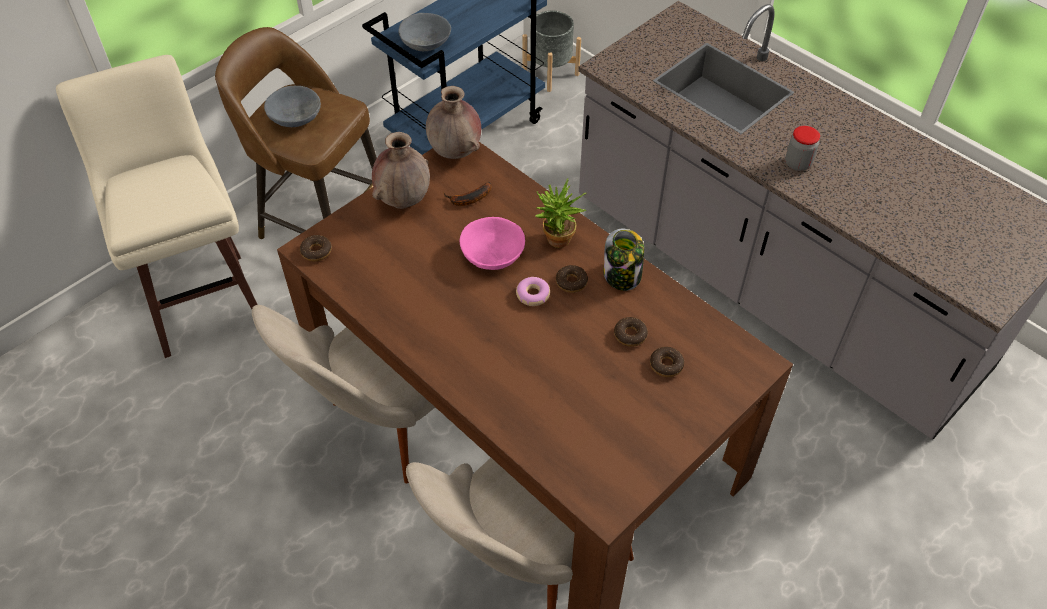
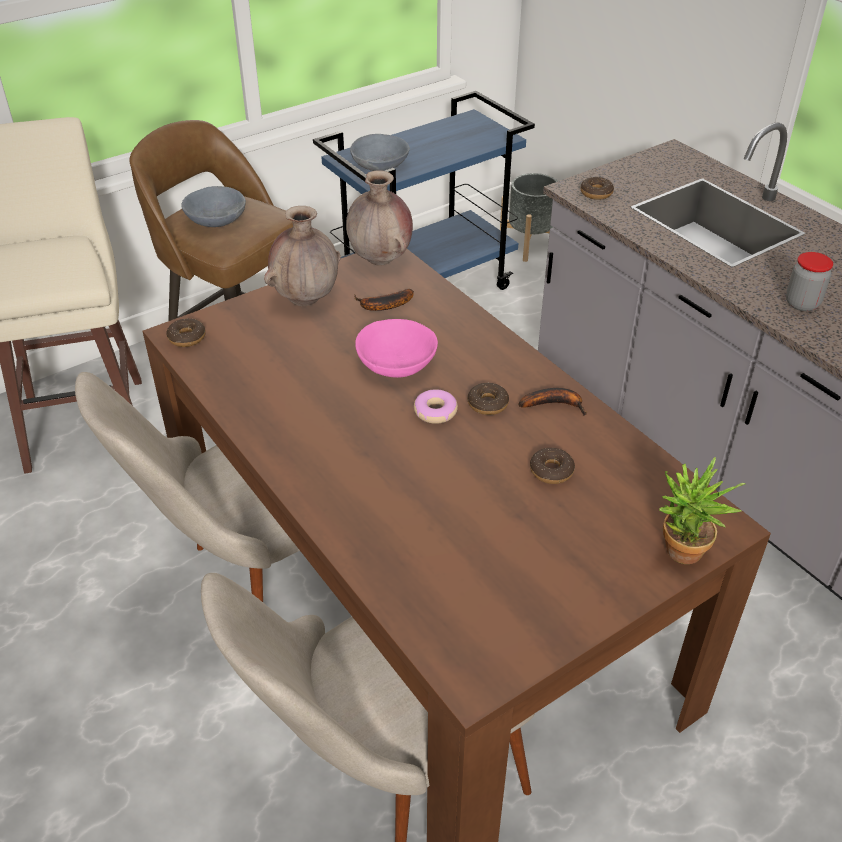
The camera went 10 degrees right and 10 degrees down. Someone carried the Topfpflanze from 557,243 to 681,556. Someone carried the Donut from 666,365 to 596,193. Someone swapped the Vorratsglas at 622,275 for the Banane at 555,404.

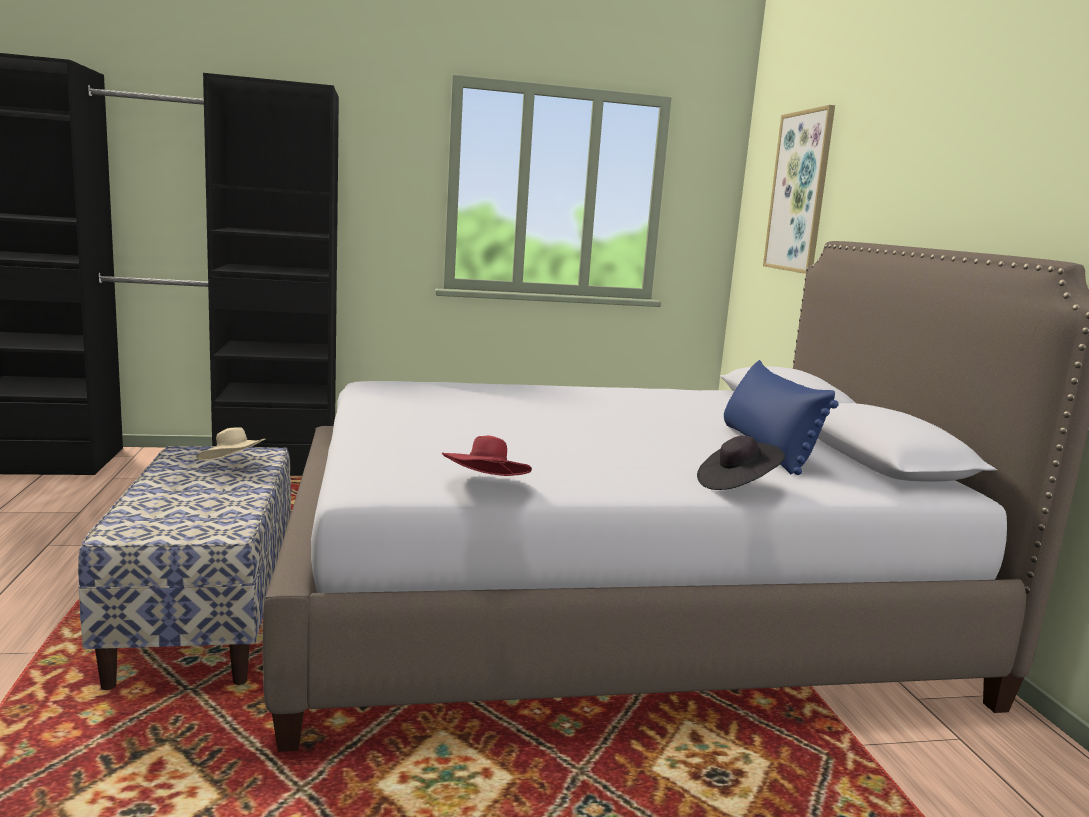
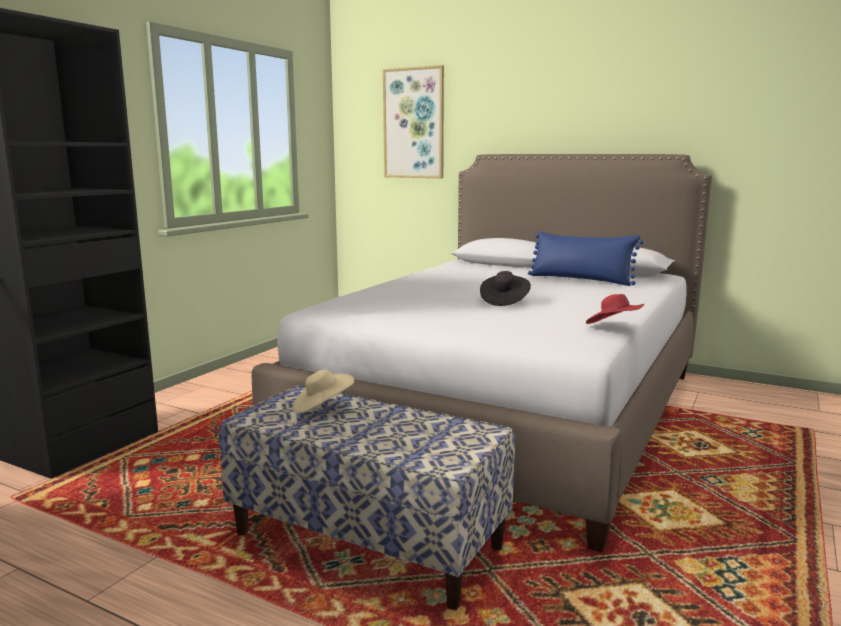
The camera went 50 degrees left and 0 degrees up. Someone carried the Hut (schwarz) from 737,485 to 504,301.

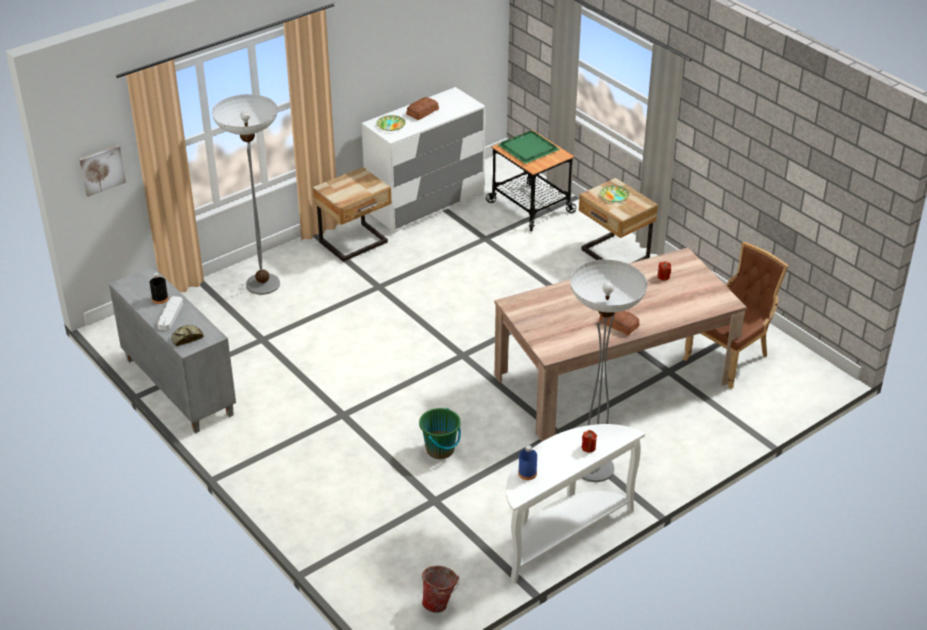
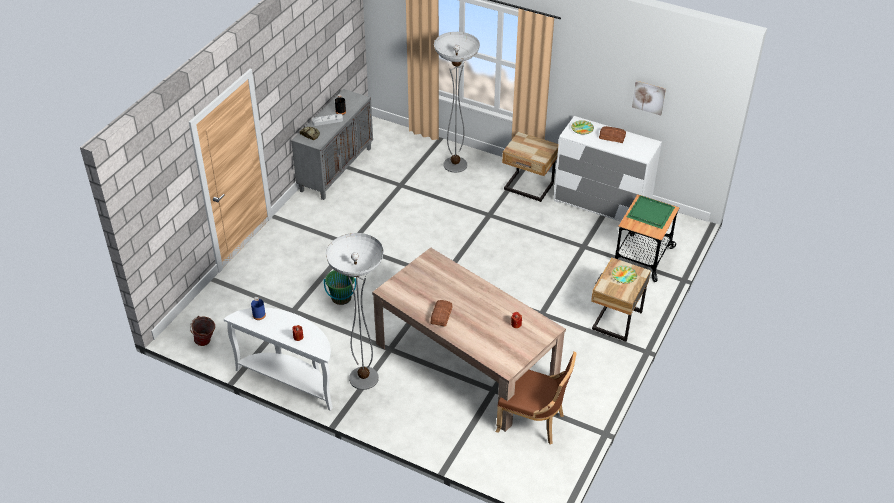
The camera went 65 degrees right and 5 degrees up. Someone carried the Bild from 102,170 to 649,97.

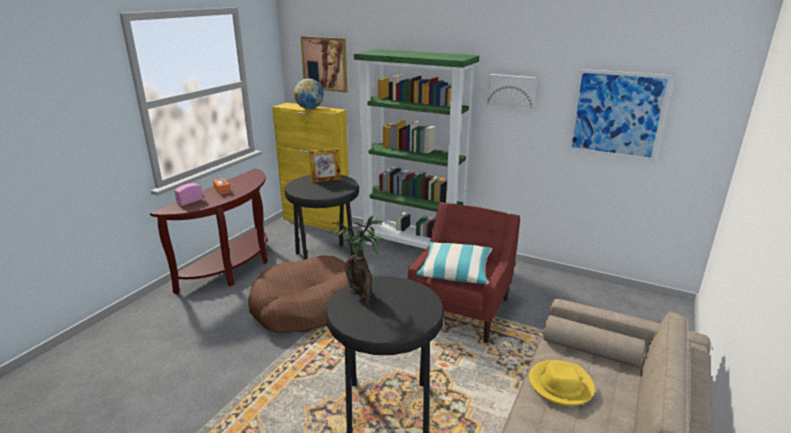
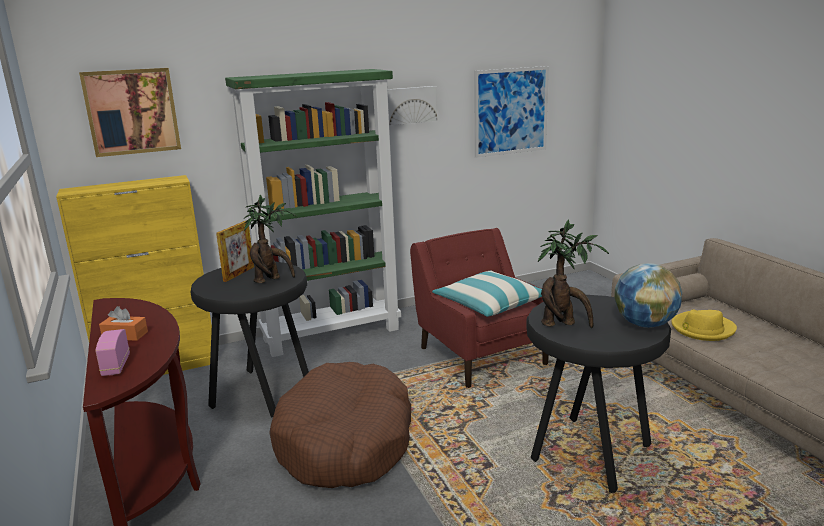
The camera went 50 degrees left and 5 degrees down. Someone put down the Topfpflanze at 271,280. Someone carried the Globus from 310,108 to 644,324.

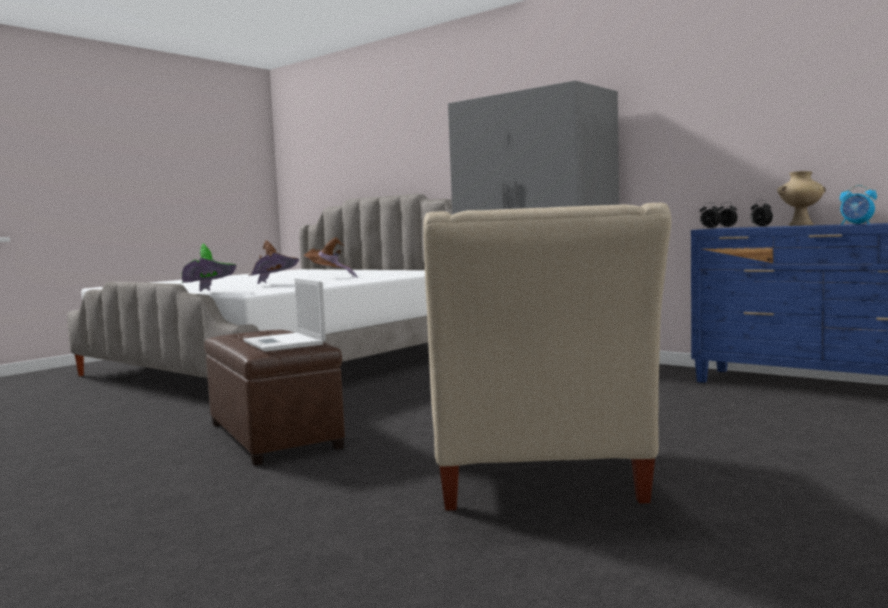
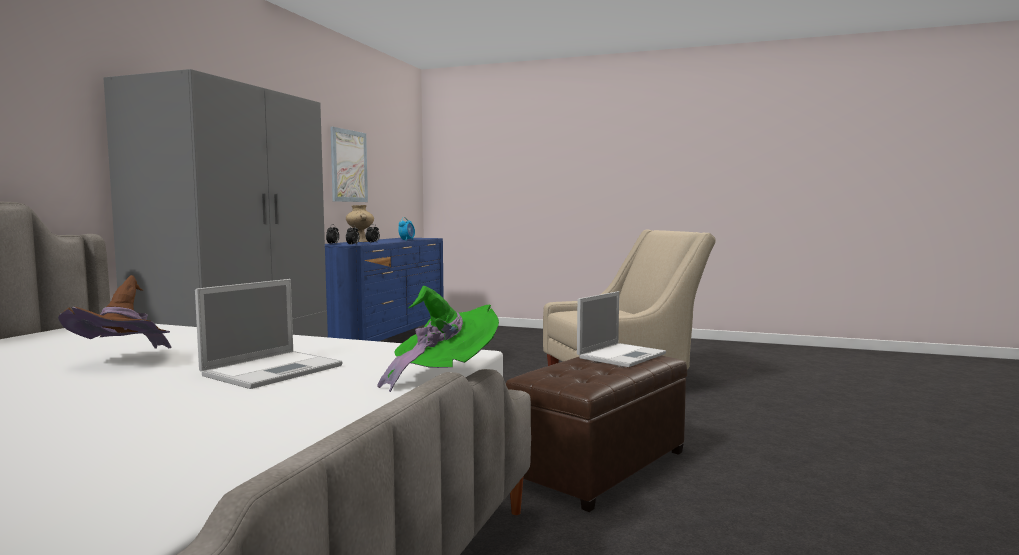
The camera went 110 degrees left and 0 degrees up. Someone put up the Bild at 348,166. Someone swapped the Hut (braun) at 273,285 for the Laptop at 274,370.

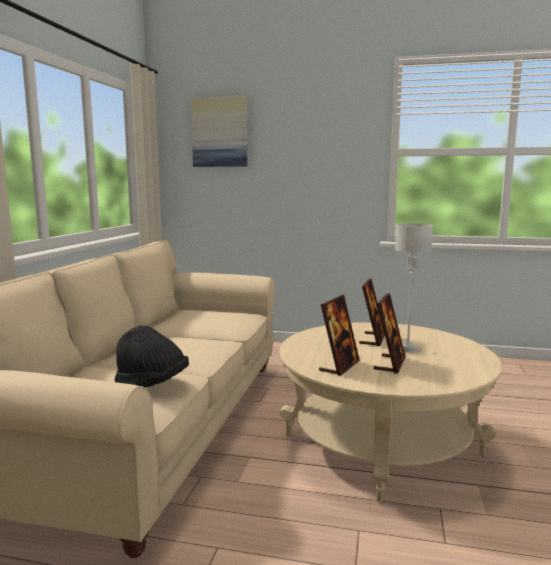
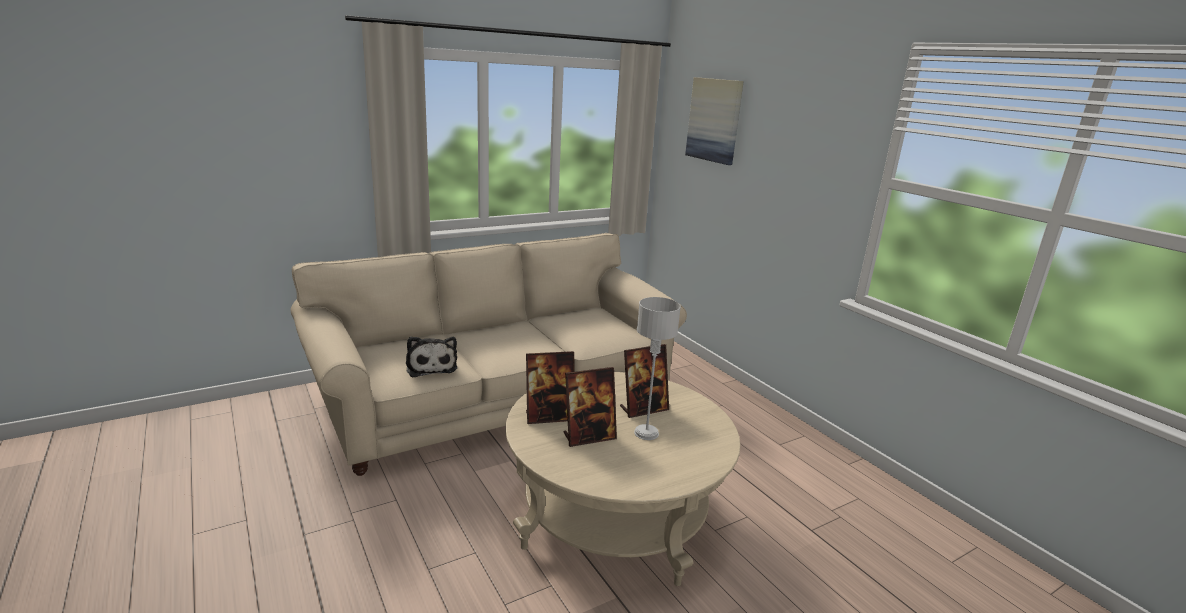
The camera went 45 degrees right and 10 degrees up. Someone swapped the Hut (schwarz) at 152,384 for the Plüschtier at 431,366.

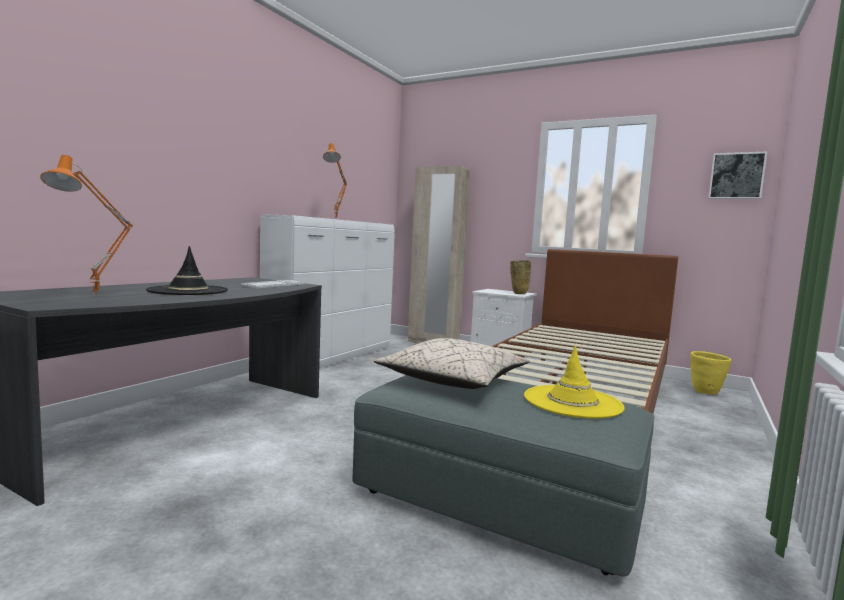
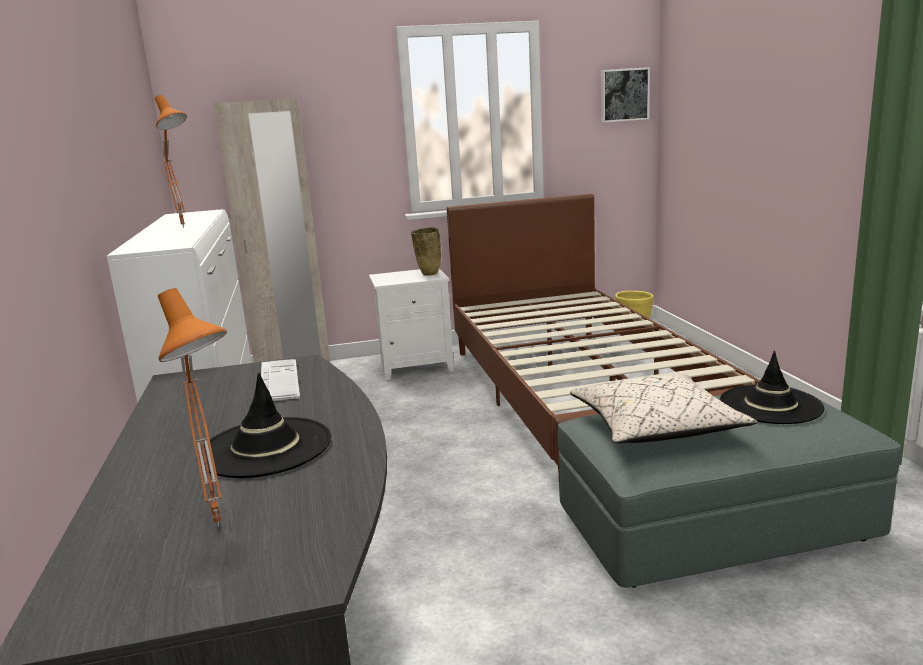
The camera went 40 degrees left and 10 degrees up. Someone repainted the Hut (gelb) at 572,402, which became the Hut (schwarz) at 770,405.

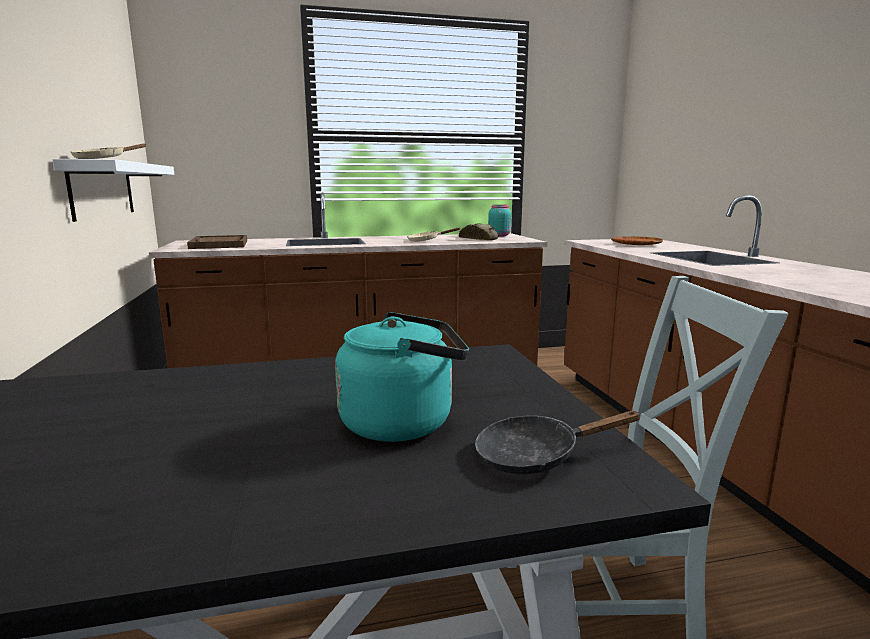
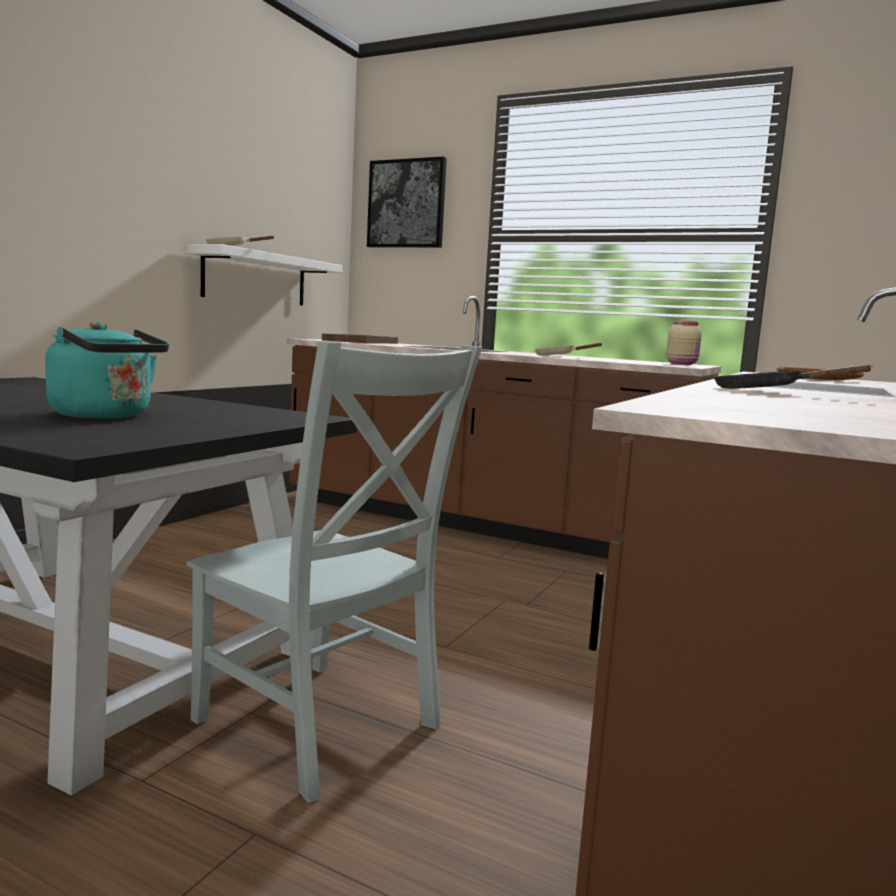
The camera went 40 degrees right and 5 degrees down. Someone took away the Brot at 479,239. Someone put up the Bild at 407,204. Someone carried the Pfanne (schwarz) from 536,456 to 765,391. Someone repainted the Vorratsglas (türkis) at 499,235, which became the Vorratsglas (beige) at 682,364.

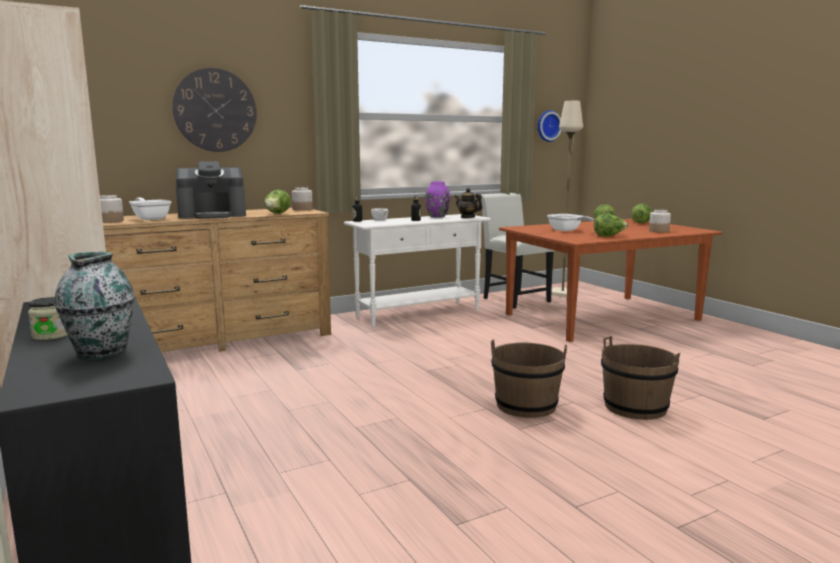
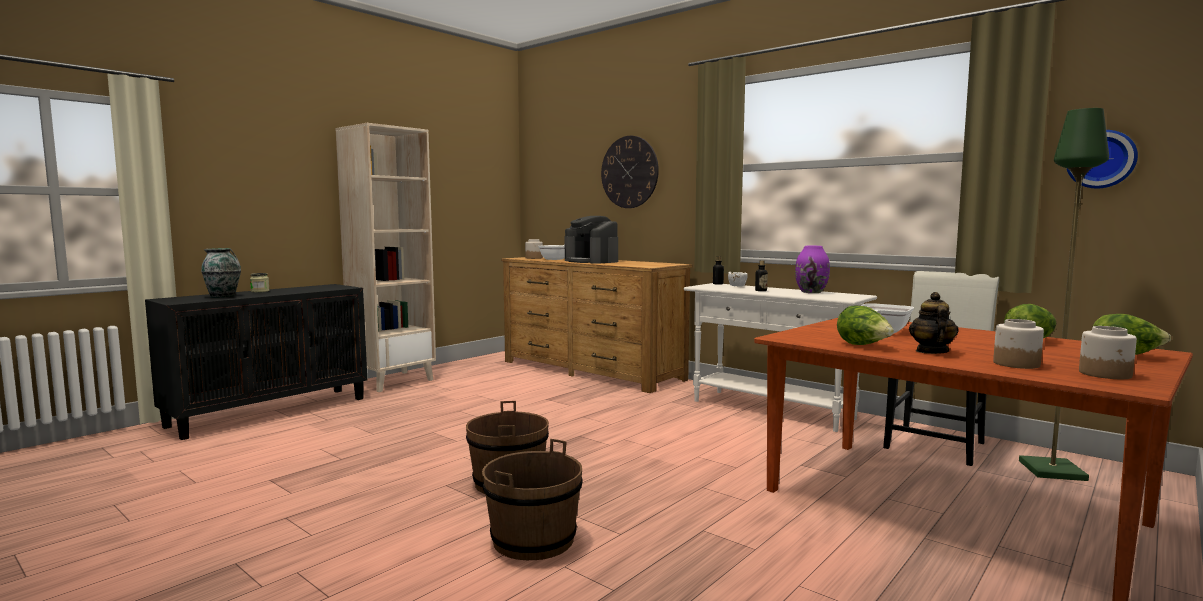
The camera went 70 degrees right and 5 degrees down. Someone took away the Salatkopf at 277,214. Someone carried the Vorratsglas from 303,209 to 1105,374. Someone carried the Teekanne from 467,217 to 931,351. Someone repainted the Stehlampe (beige) at 563,293, which became the Stehlampe (grün) at 1053,471.

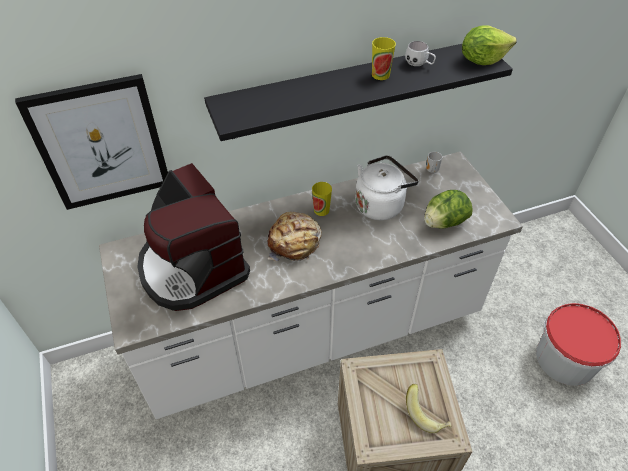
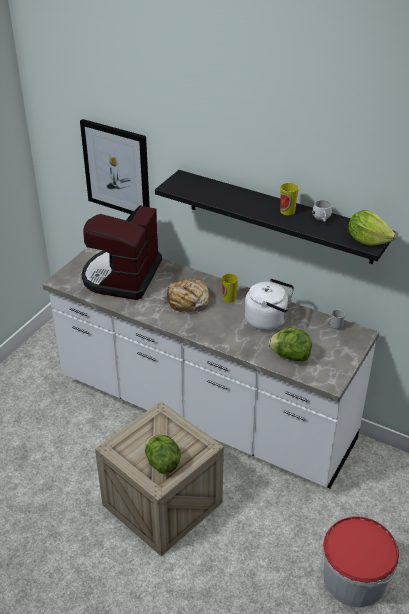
The camera went 50 degrees right and 10 degrees down. Someone swapped the Banane at 426,414 for the Salatkopf at 162,463.

